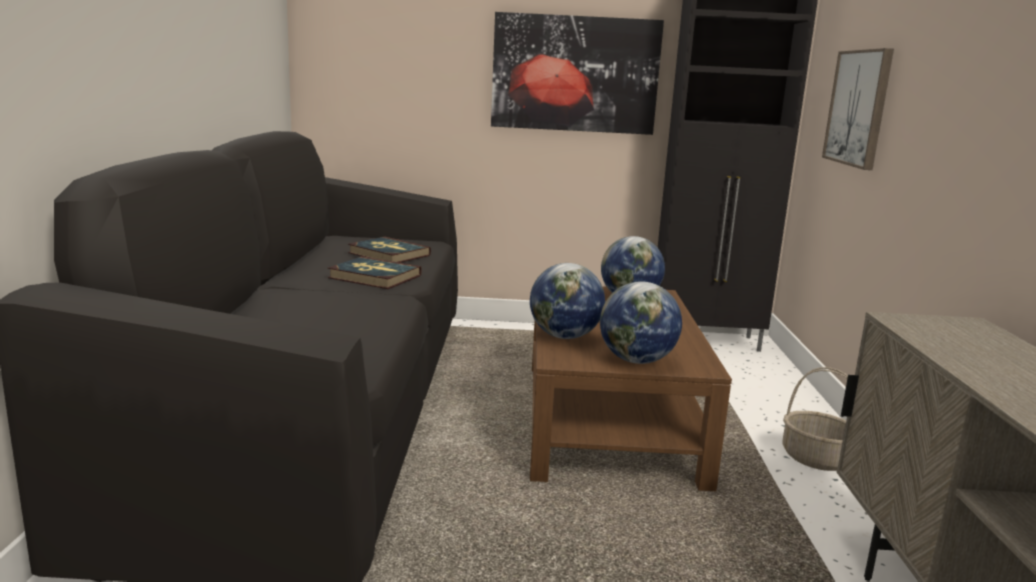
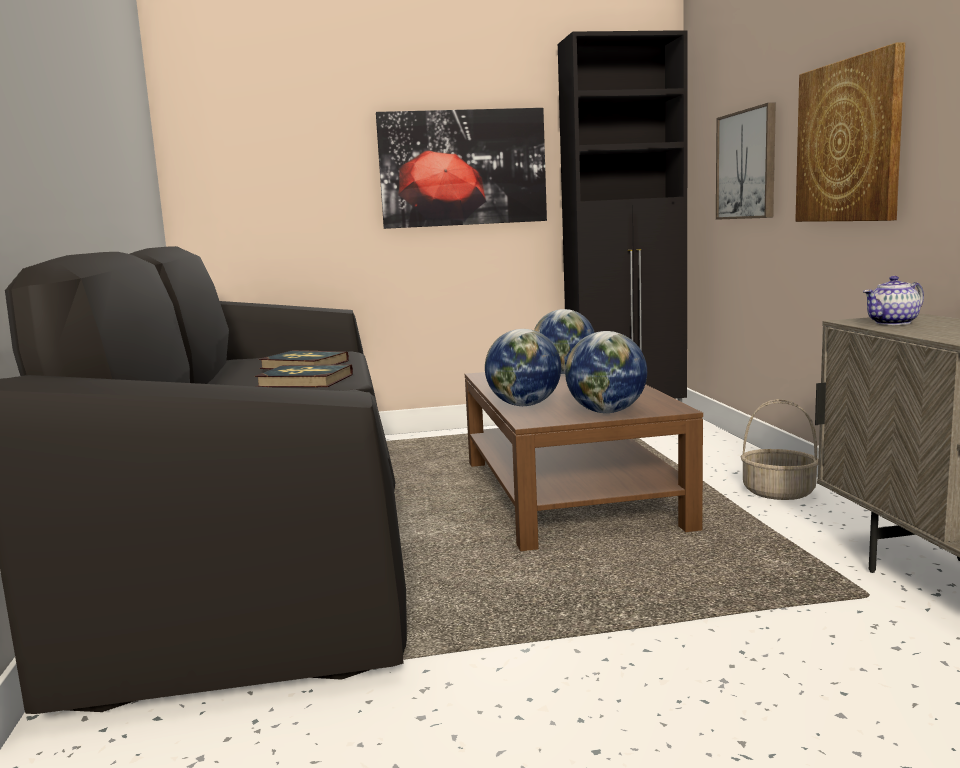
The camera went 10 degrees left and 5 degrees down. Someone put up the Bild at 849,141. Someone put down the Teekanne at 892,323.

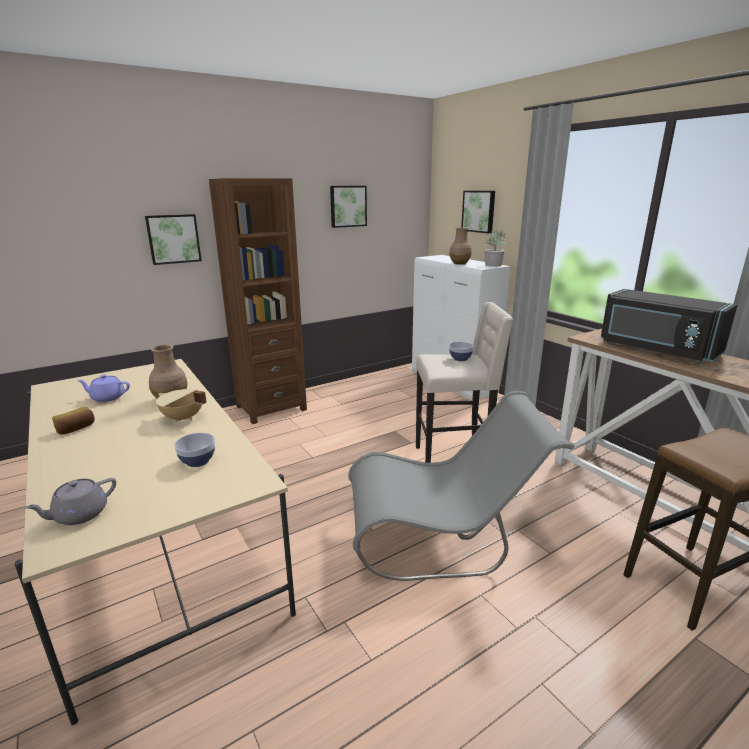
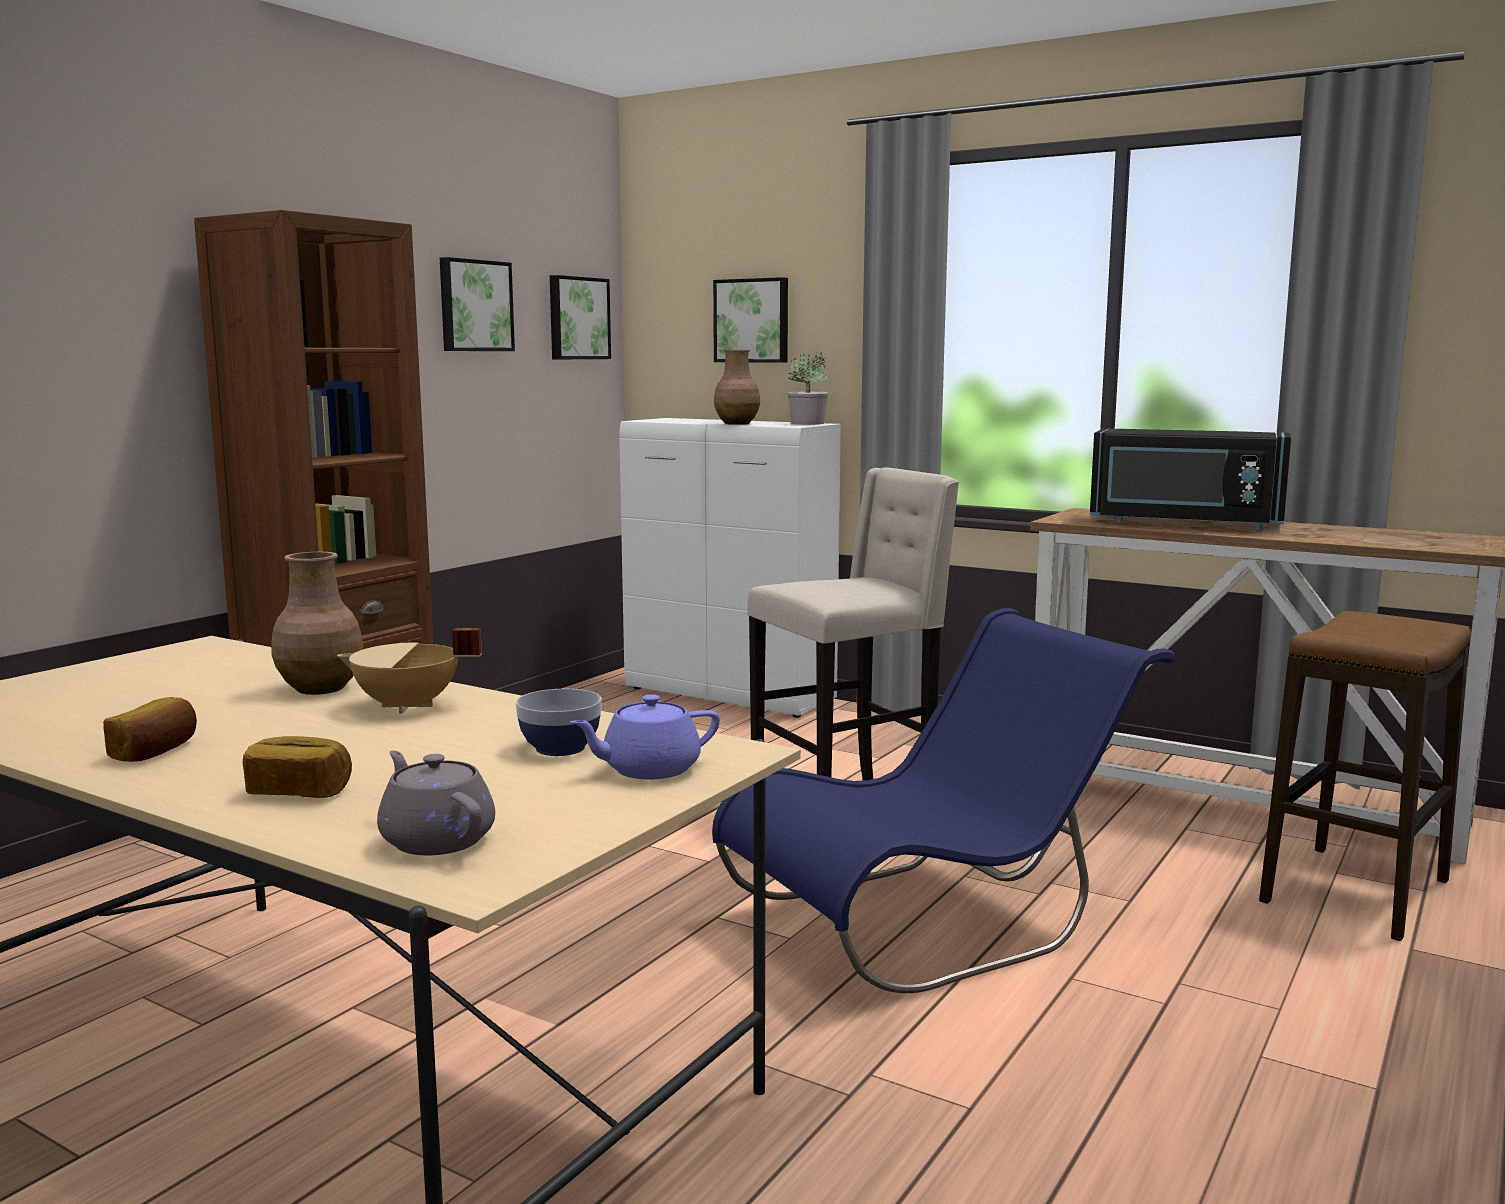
The camera went 25 degrees left and 10 degrees down. Someone took away the Schüssel at 460,359. Someone put down the Brot at 300,791. Someone carried the Teekanne (lila) from 107,398 to 648,770. Someone carried the Bild from 173,239 to 577,318. Someone repainted the Stuhl (grau) at 442,537, which became the Stuhl (blau) at 933,920. Someone rotated the Teekanne (grau) at 79,515 by 120 degrees clockwise.

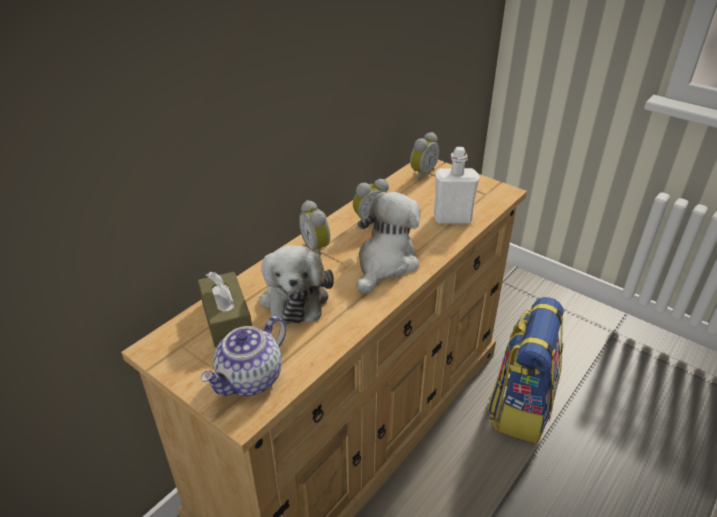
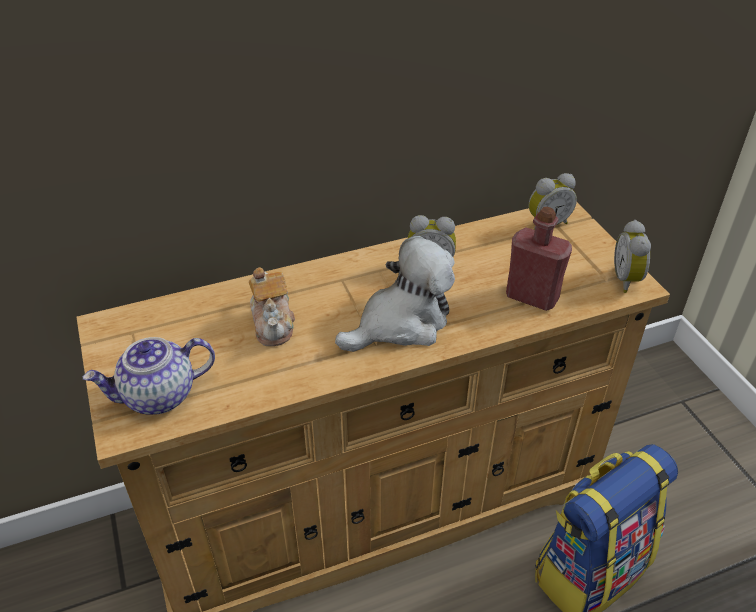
The camera went 30 degrees right and 5 degrees up. Someone took away the Taschentuchbox (braun) at 227,319. Someone carried the Wecker from 317,248 to 628,280. Someone swapped the Plüschtier at 295,296 for the Teekanne at 273,324. Someone repainted the Flasche (weiß) at 452,218, which became the Flasche (rot) at 532,297.

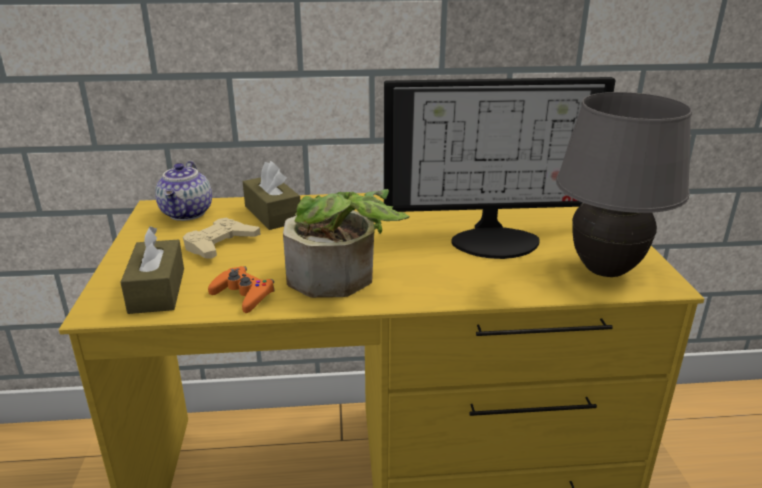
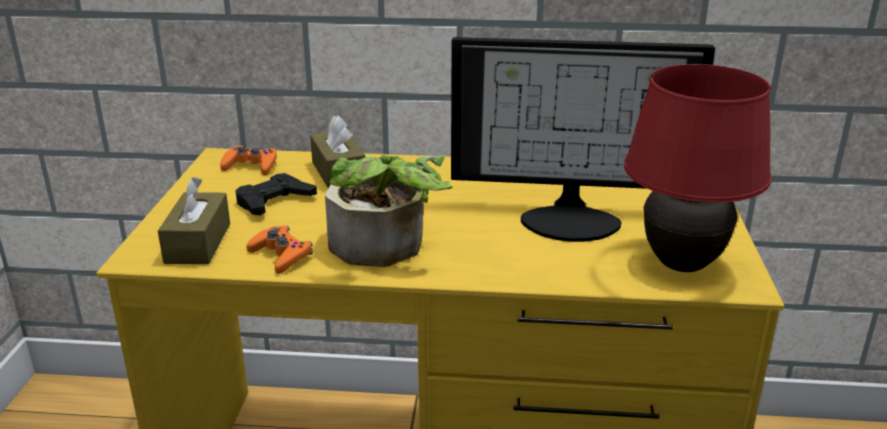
The camera went 10 degrees right and 0 degrees up. Someone swapped the Teekanne at 188,213 for the Gamepad (orange) at 251,166. Someone repainted the Gamepad (beige) at 220,244, which became the Gamepad (schwarz) at 274,201. Someone repainted the Tischlampe (grau) at 605,271, which became the Tischlampe (rot) at 682,265.

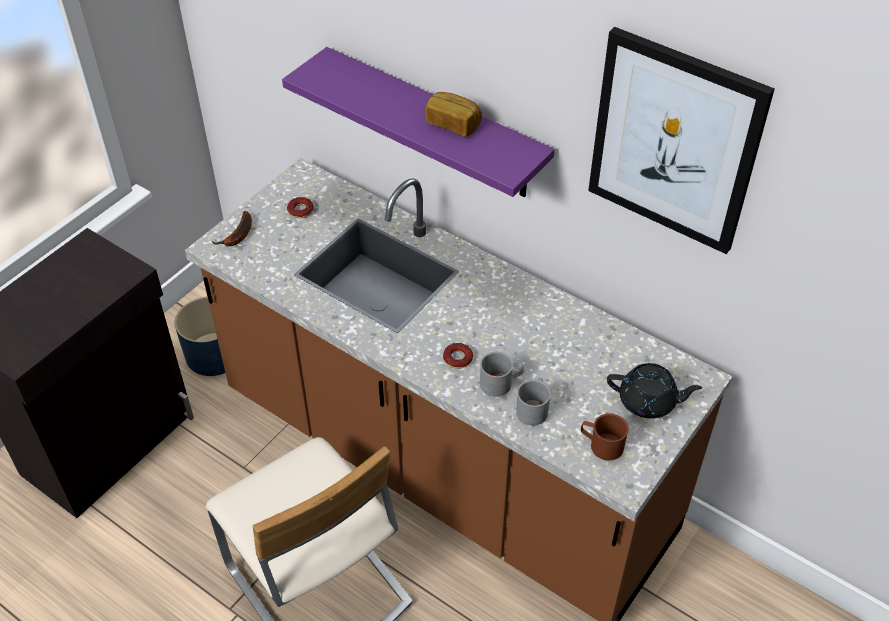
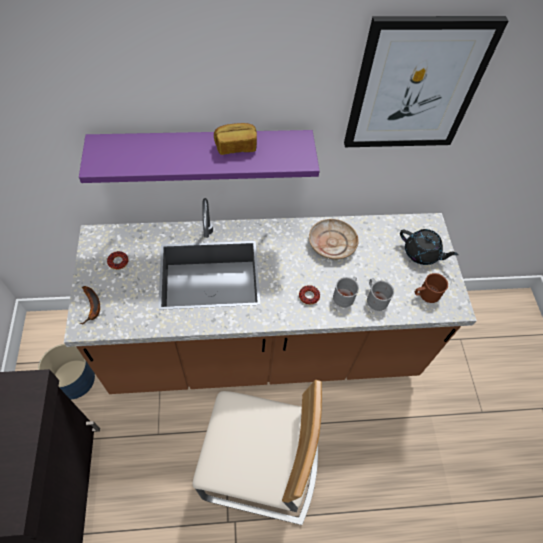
The camera went 45 degrees left and 10 degrees up. Someone put down the Teller (beige) at 331,243. Someone rotated the Teekanne (schwarz) at 648,401 by 60 degrees clockwise.

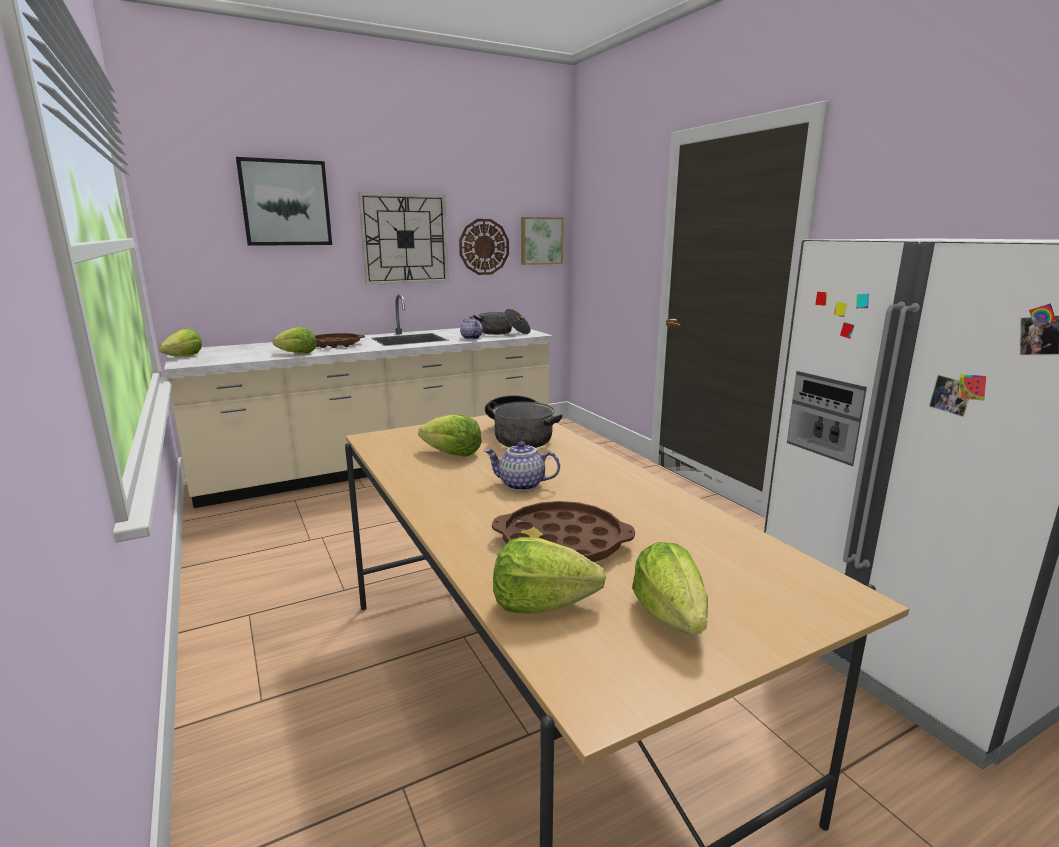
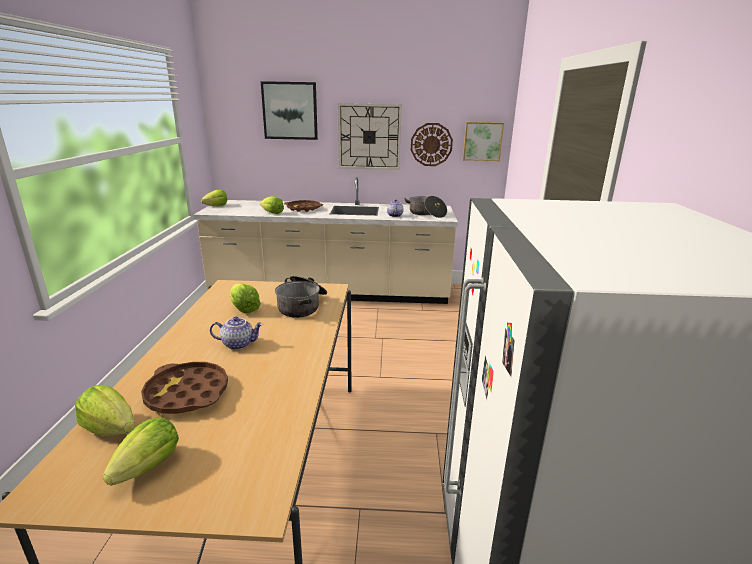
The camera went 30 degrees right and 5 degrees up. Someone rotated the Teekanne at 521,485 by 135 degrees clockwise.

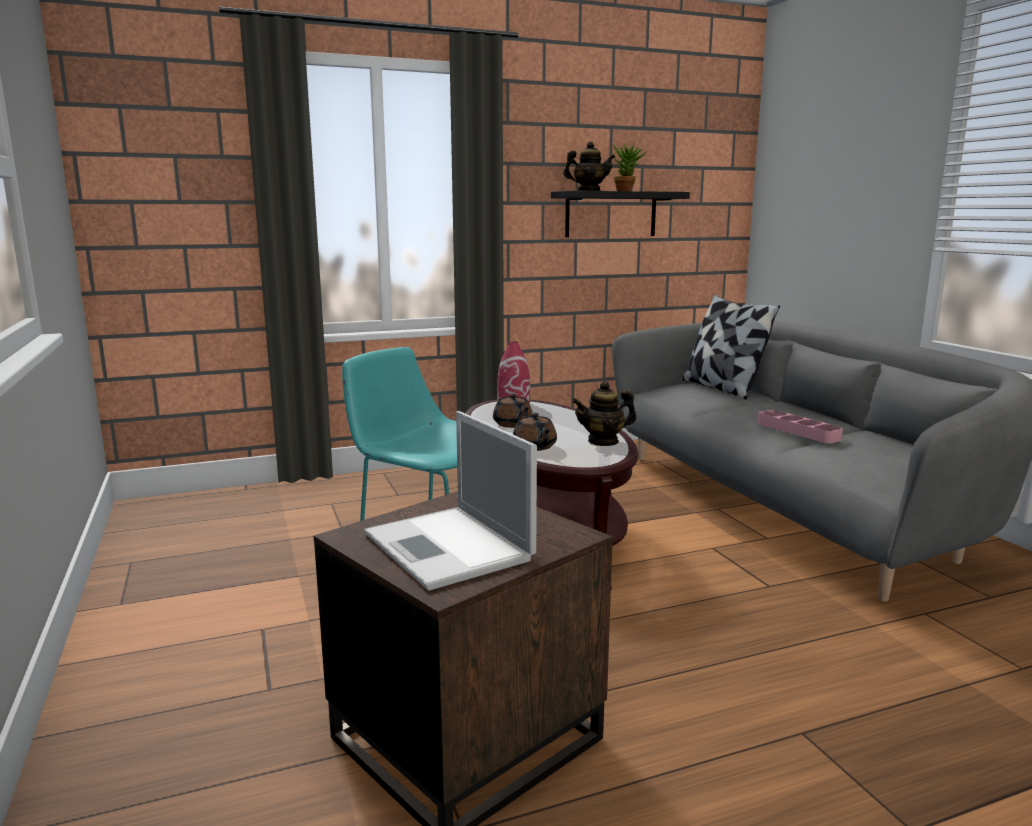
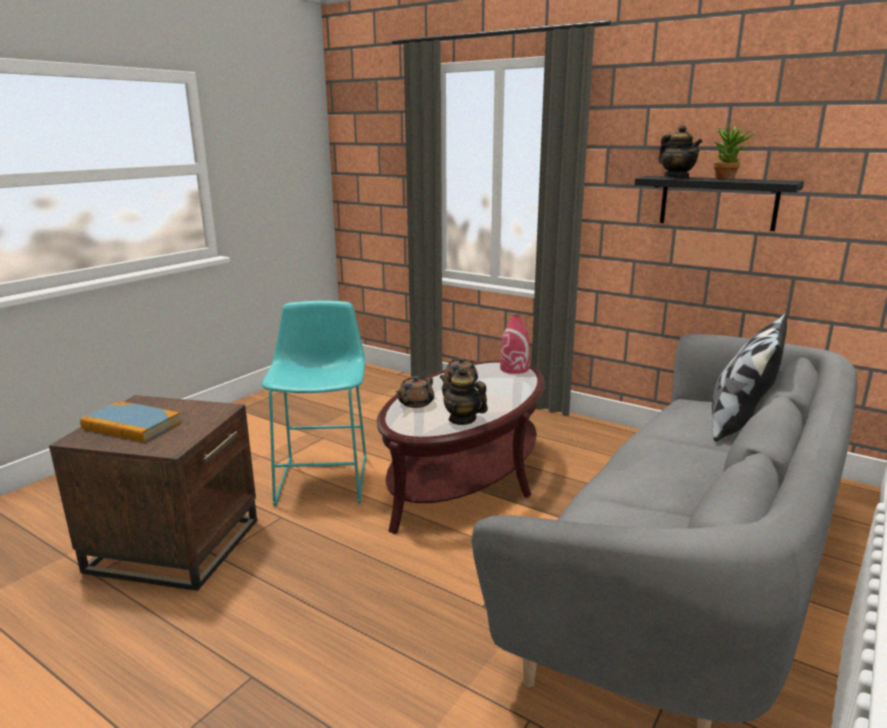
The camera went 55 degrees right and 5 degrees up. Someone took away the Tablett (rosa) at 798,431. Someone swapped the Laptop at 450,548 for the Buch at 131,425.

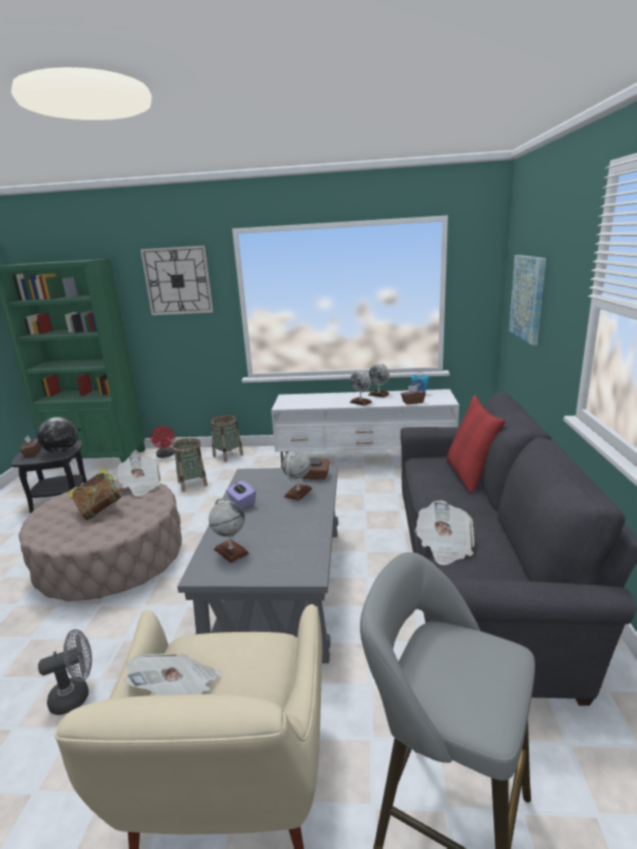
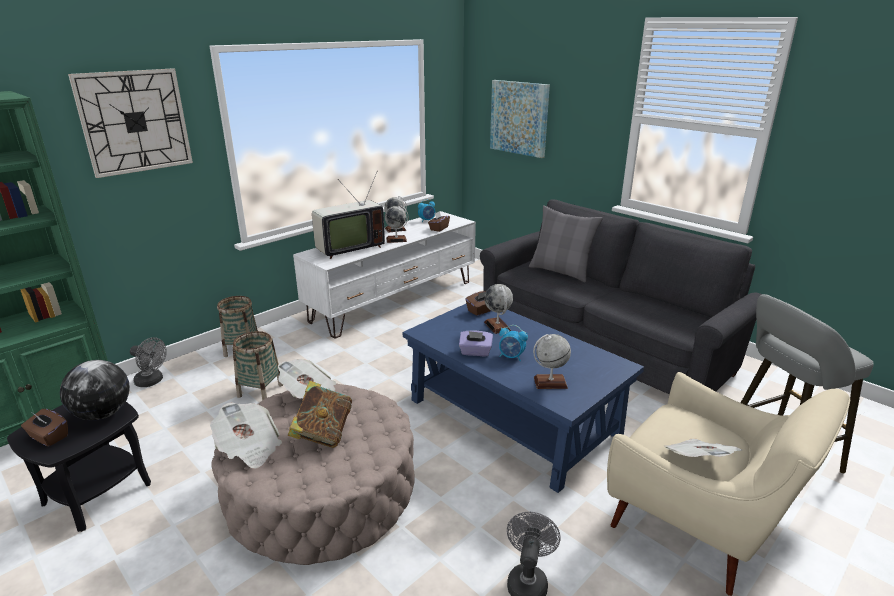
The camera went 50 degrees left and 5 degrees up. Someone put down the Fernseher at 348,248. Someone put down the Wecker at 511,357. Someone carried the Zeitung from 444,546 to 249,448. Someone repainted the Ventilator (rot) at 166,455, which became the Ventilator (grau) at 152,381. Someone repainted the Couchtisch (grau) at 280,586, which became the Couchtisch (blau) at 513,417. Someone repainted the Kissen (rot) at 469,475, which became the Kissen (grau) at 560,271.

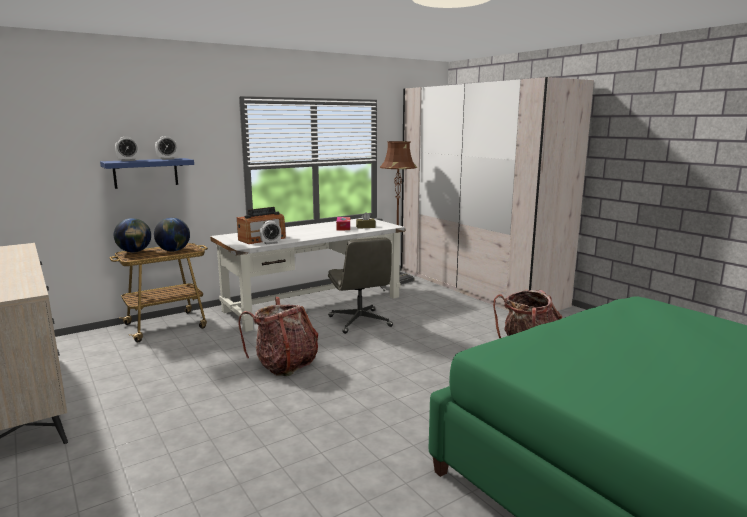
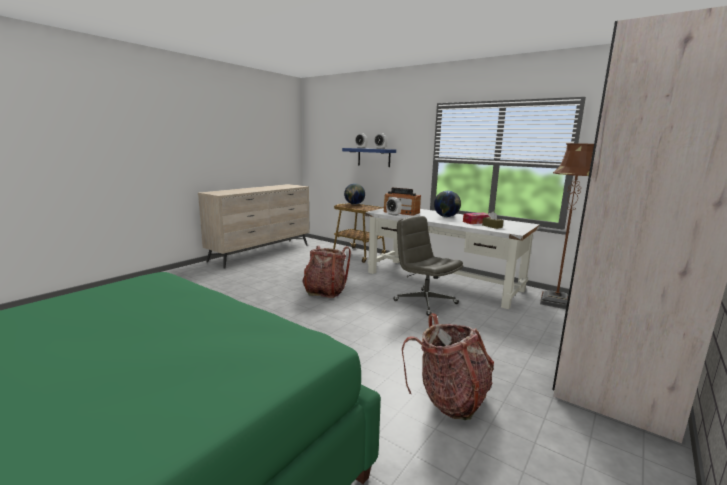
The camera went 70 degrees right and 0 degrees up. Someone carried the Globus from 174,250 to 446,216. Someone rotated the Bürostuhl (grau) at 360,322 by 90 degrees clockwise.

